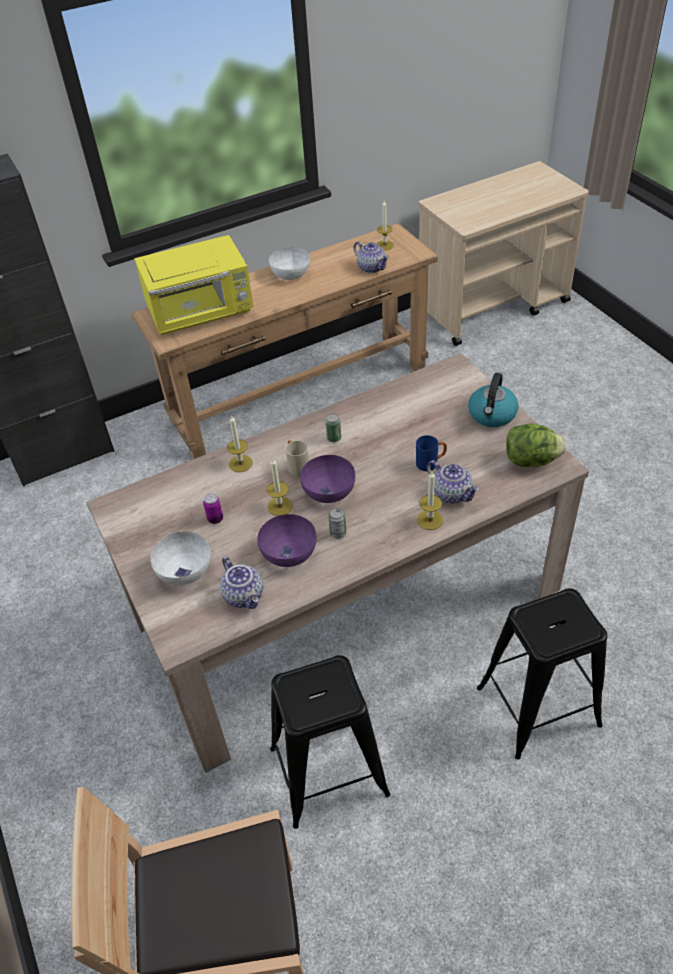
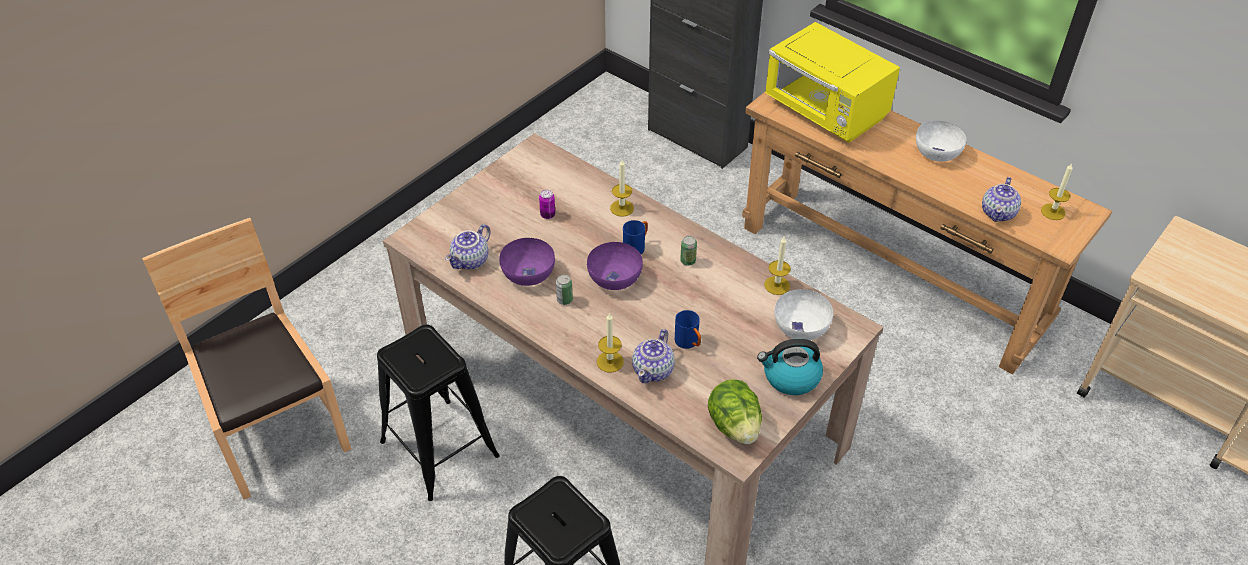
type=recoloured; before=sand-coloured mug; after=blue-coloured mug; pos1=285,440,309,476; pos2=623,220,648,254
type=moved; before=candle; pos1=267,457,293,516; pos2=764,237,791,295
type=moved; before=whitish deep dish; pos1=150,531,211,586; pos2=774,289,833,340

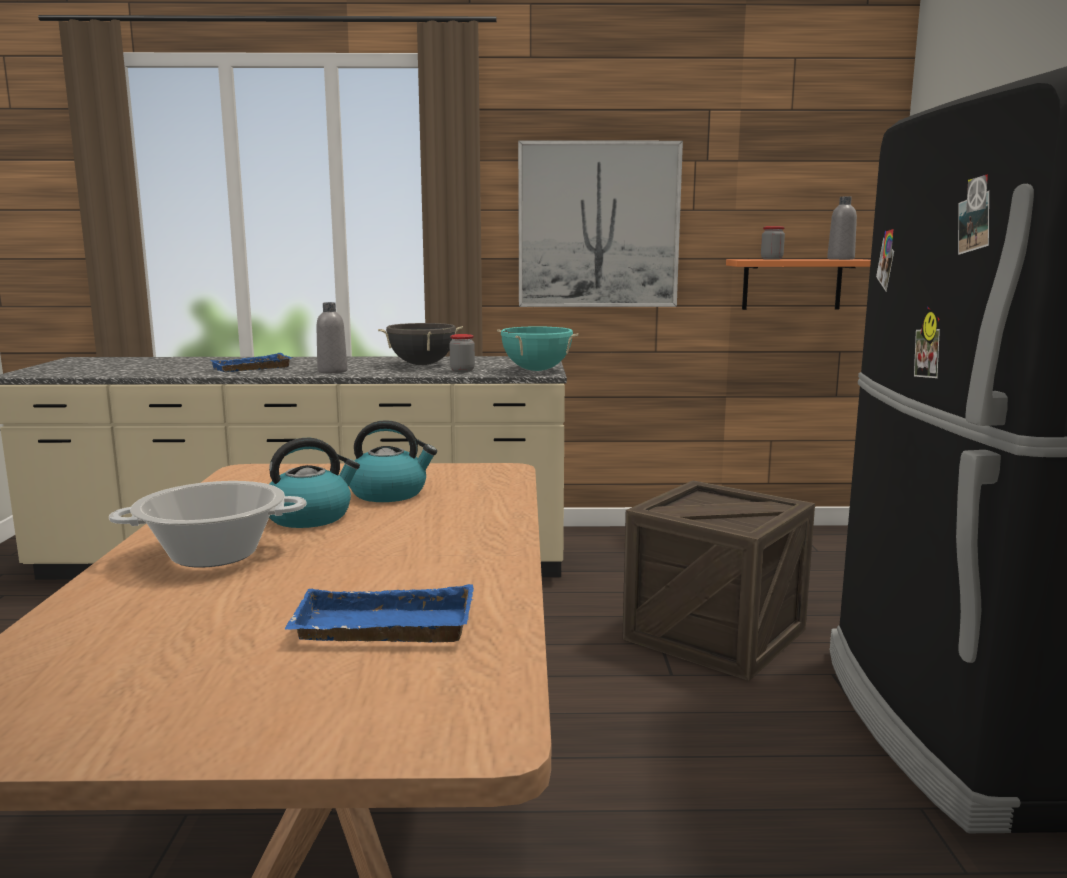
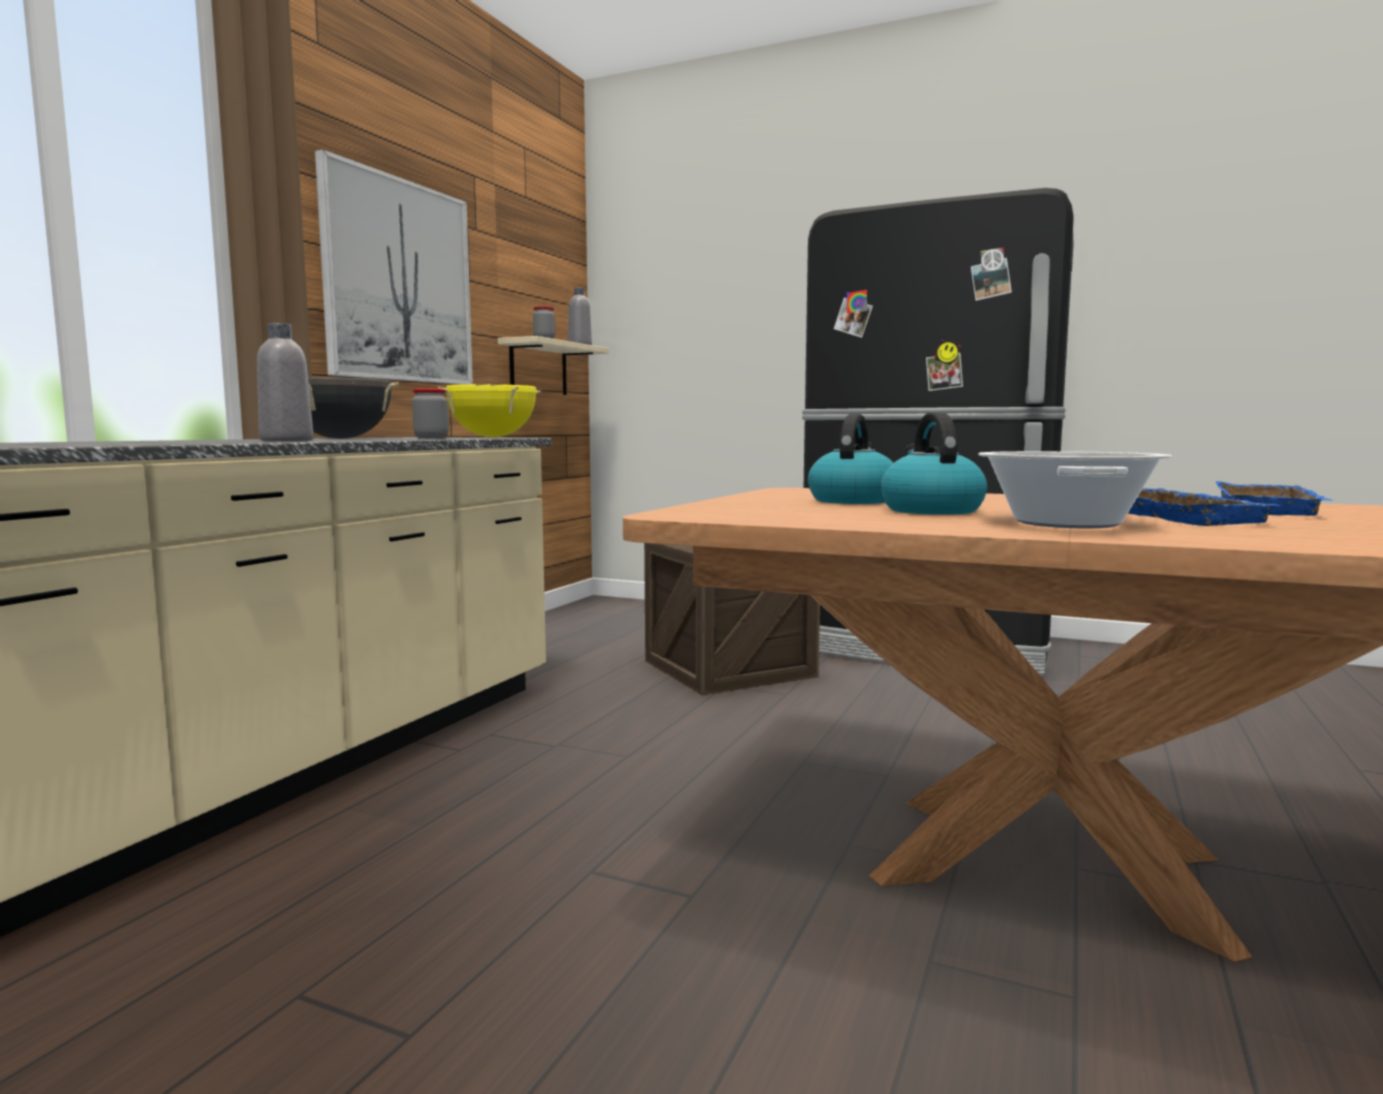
type=recoloured; before=orange-coloured bracket shelf; after=sand-coloured bracket shelf; pos1=726,259,871,310; pos2=498,336,609,395
type=recoloured; before=blue-green saucepot; after=yellowish saucepot; pos1=497,326,578,371; pos2=438,384,541,437
type=moved; before=blue-coloured serving tray; pos1=210,353,293,372; pos2=1128,488,1280,526

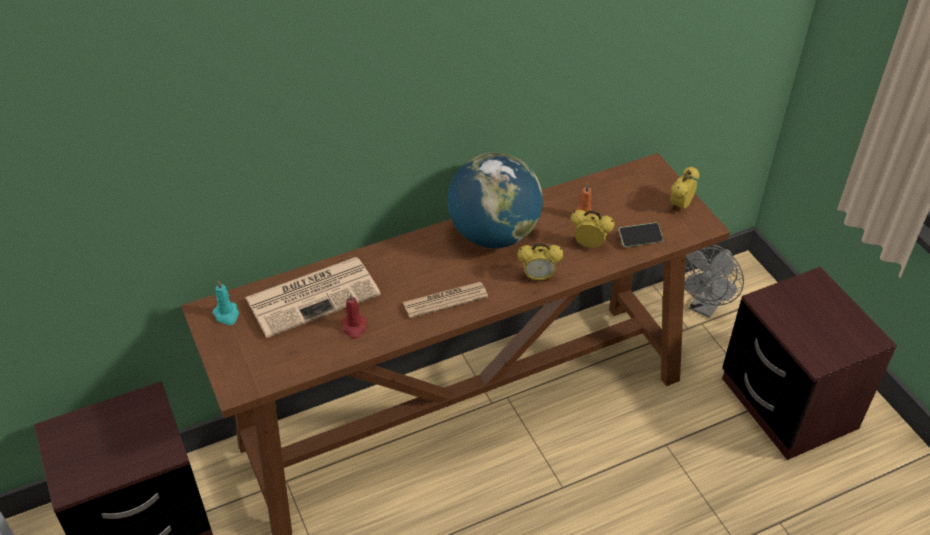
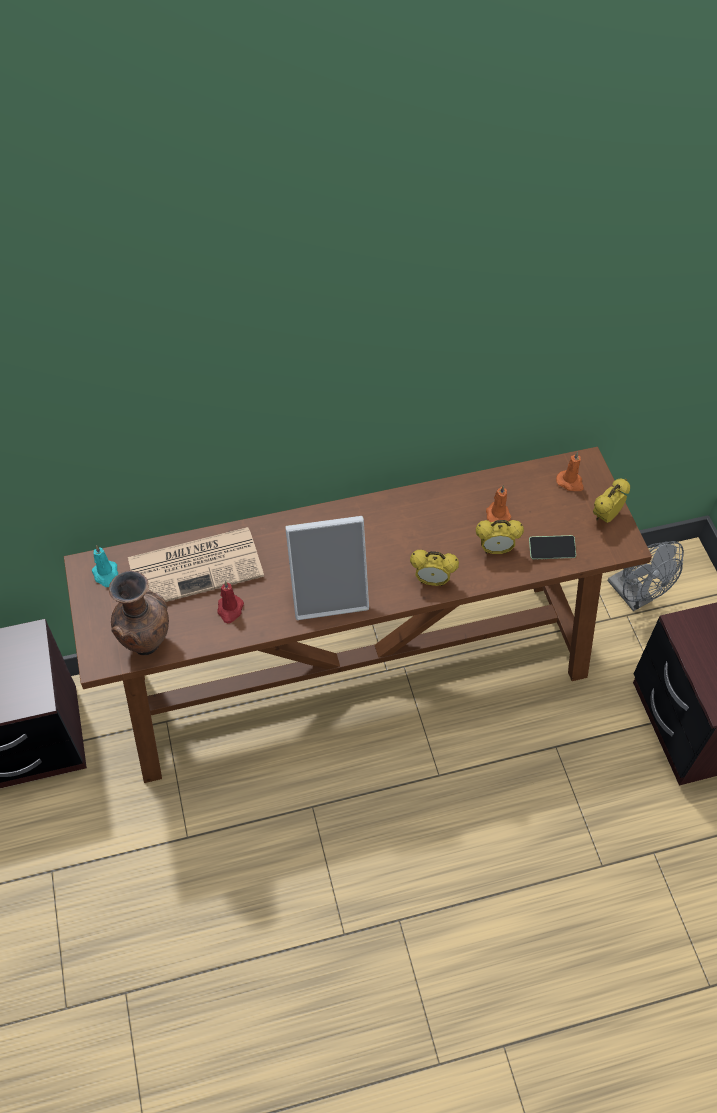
type=removed; before=desk globe; pos1=447,153,543,248
type=turned; before=alarm clock; pos1=571,210,615,248; pos2=476,520,524,554; turn=150
type=turned; before=gray fan; pos1=684,245,744,318; pos2=608,541,684,611; turn=-75
type=replaced; before=printed paper; after=photo frame; pos1=403,282,488,318; pos2=285,516,369,620
type=added; after=orange-coloured candle; pos2=556,452,584,491
type=added; after=brownish decorative vase; pos2=109,571,169,655

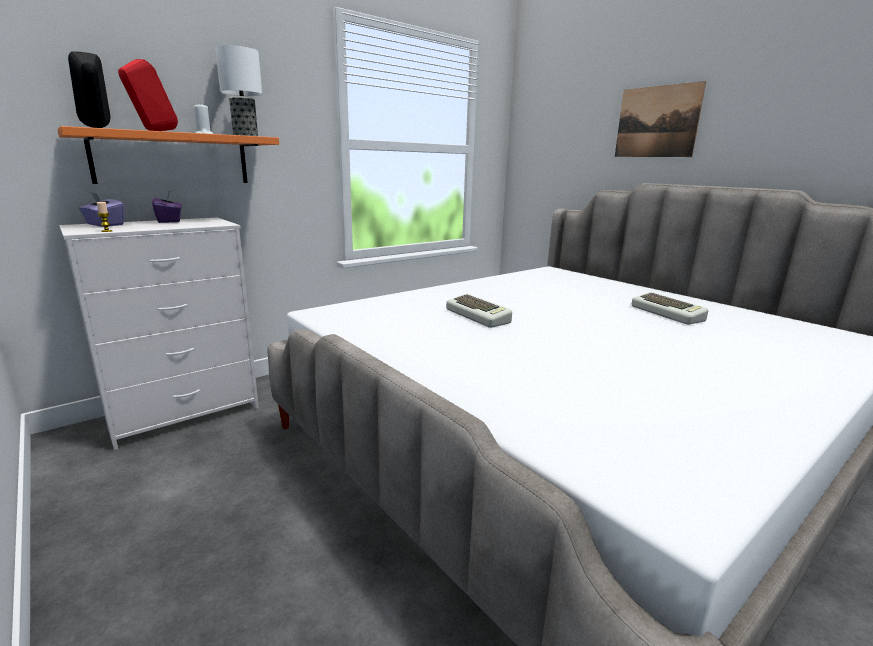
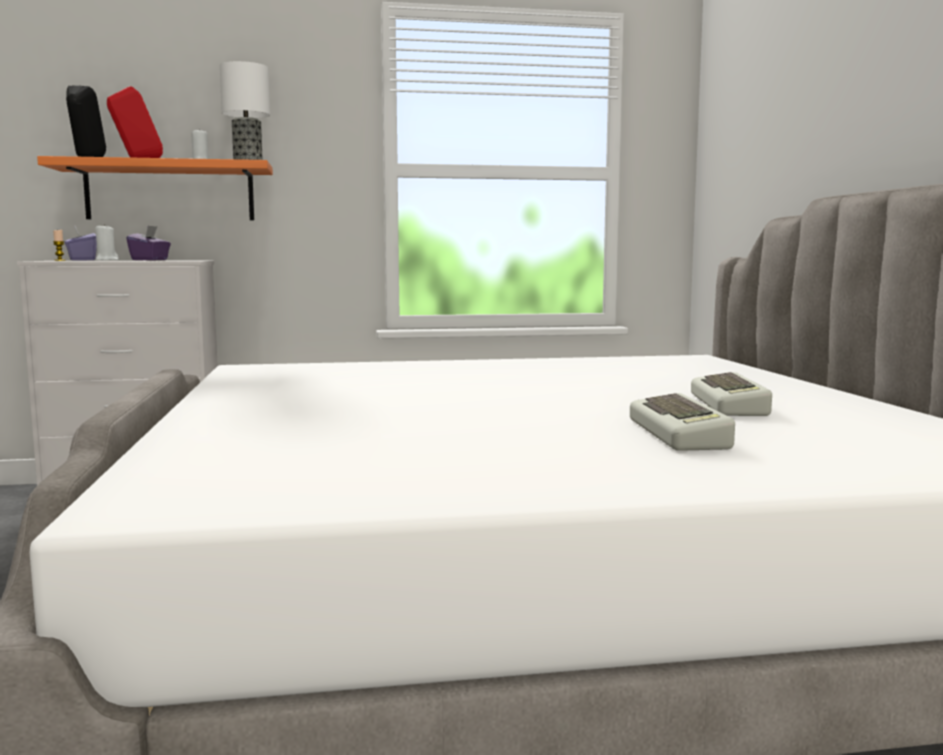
type=removed; before=wall art; pos1=615,81,706,157
type=moved; before=keyboard; pos1=446,294,512,328; pos2=630,393,735,451
type=added; after=whitish candle; pos2=95,224,119,261

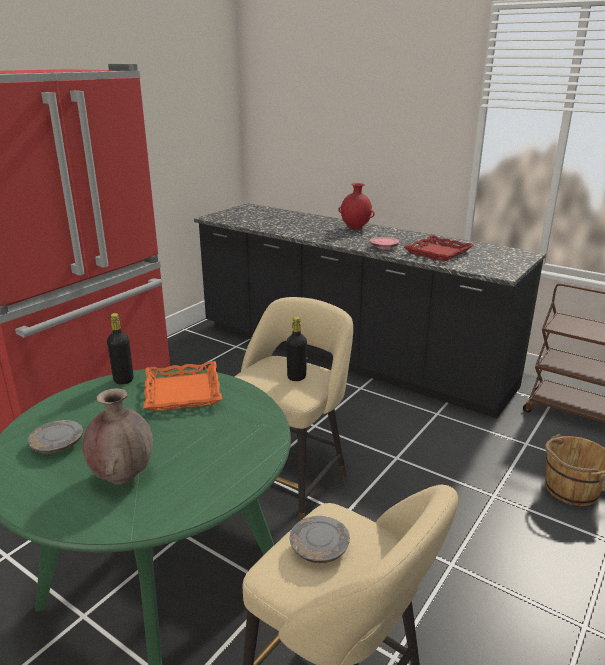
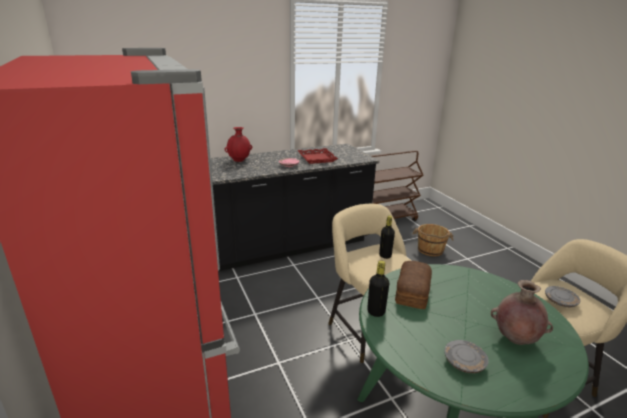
type=replaced; before=orange-coloured serving tray; after=bakery bread; pos1=143,361,222,411; pos2=395,261,432,309

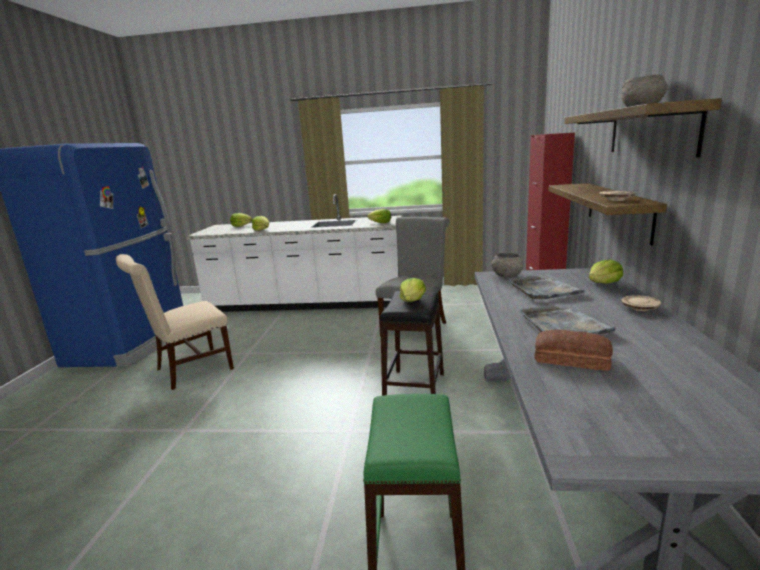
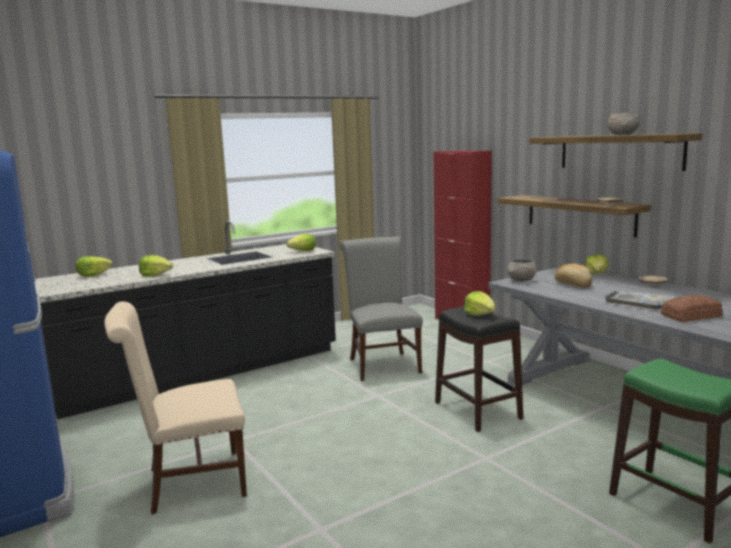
type=recoloured; before=whitish counter; after=black-coloured counter; pos1=186,194,402,312; pos2=34,220,336,419
type=turned; before=sand-coloured upright chair; pos1=116,254,234,390; pos2=104,301,247,515; turn=60
type=replaced; before=gray serving tray; after=bakery bread; pos1=509,276,585,299; pos2=555,264,592,288

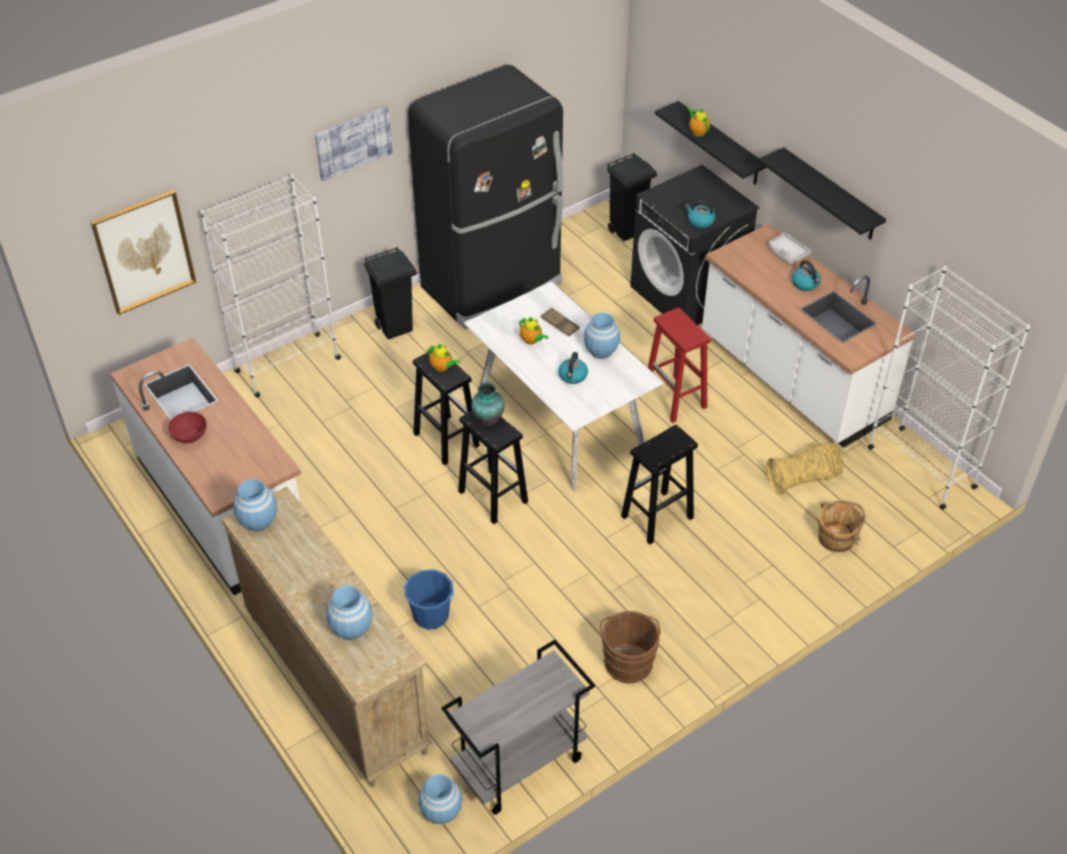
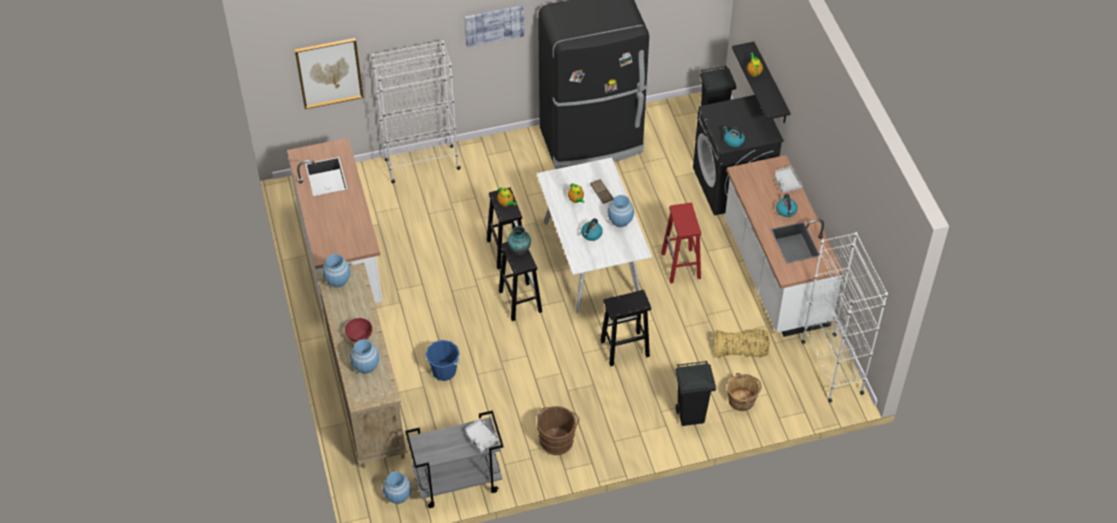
type=removed; before=black-coloured bracket shelf; pos1=759,147,886,240
type=moved; before=black-coloured waste bin; pos1=364,247,417,340; pos2=675,361,716,426
type=moved; before=red-coloured deep dish; pos1=168,412,207,443; pos2=345,318,372,342
type=added; after=gray serving tray; pos2=466,418,499,452

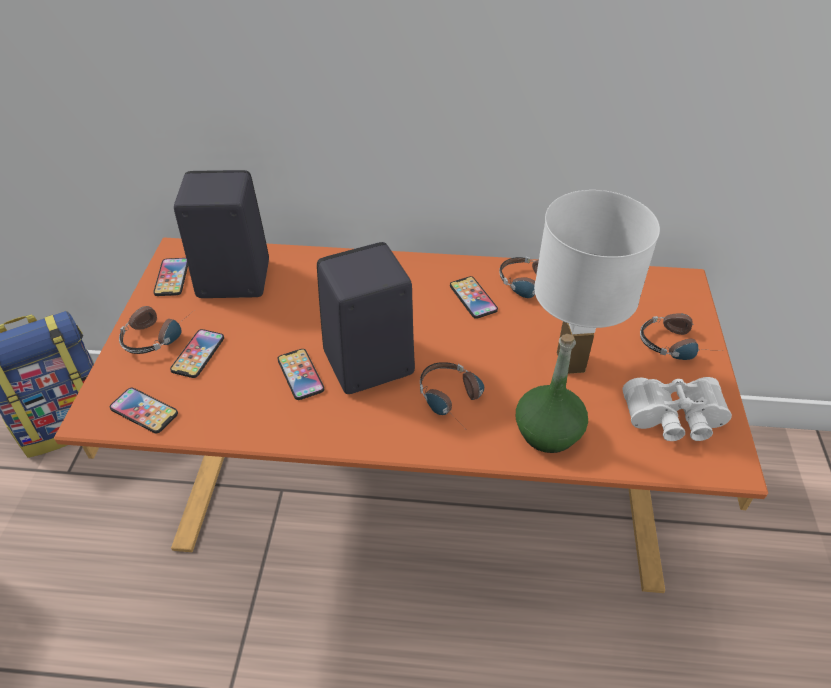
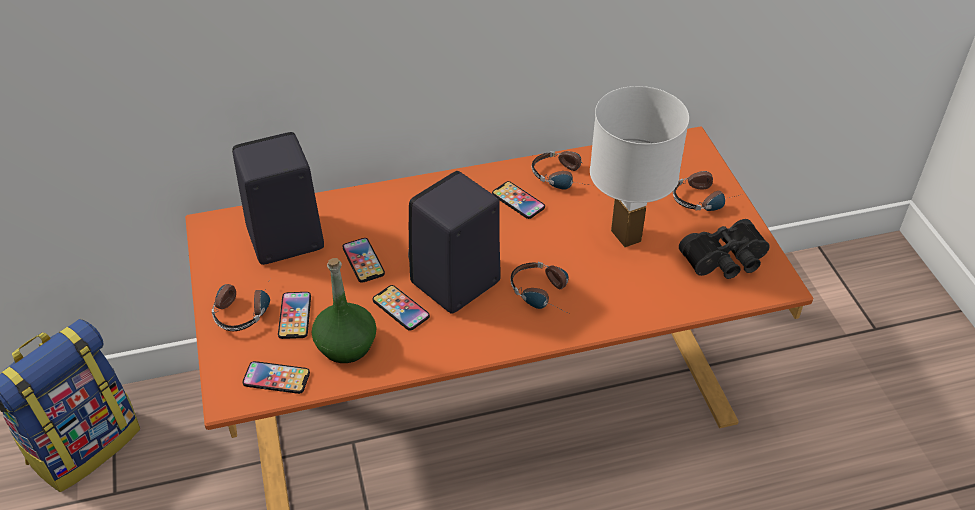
type=moved; before=phone; pos1=153,258,188,296; pos2=342,238,385,283
type=moved; before=greenish beverage bottle; pos1=516,334,588,453; pos2=312,258,377,363
type=recoloured; before=whitish field glasses; after=black-coloured field glasses; pos1=622,377,732,441; pos2=679,219,770,279

